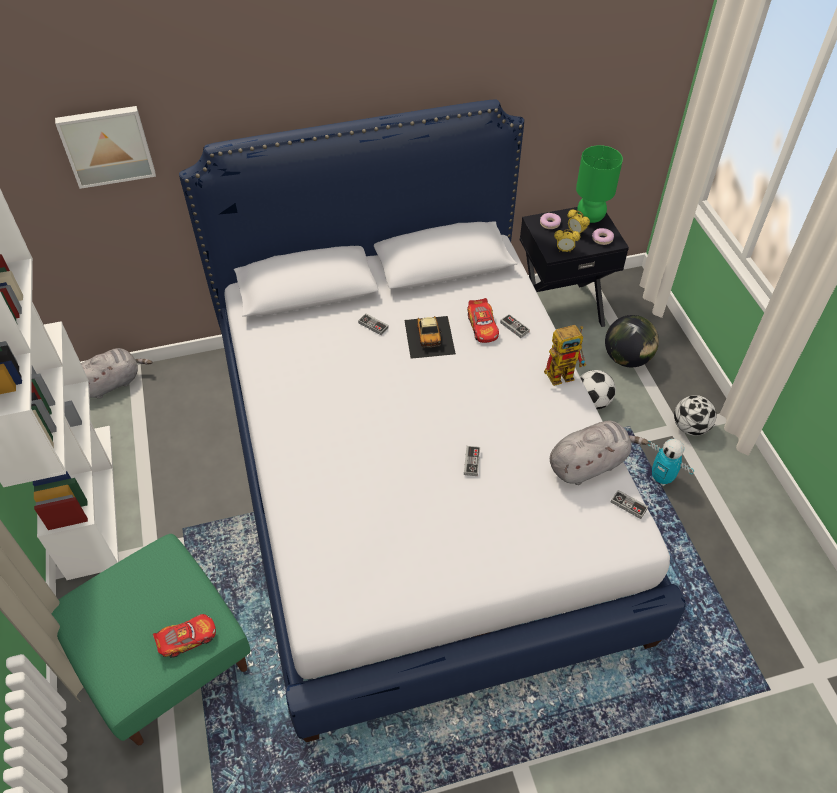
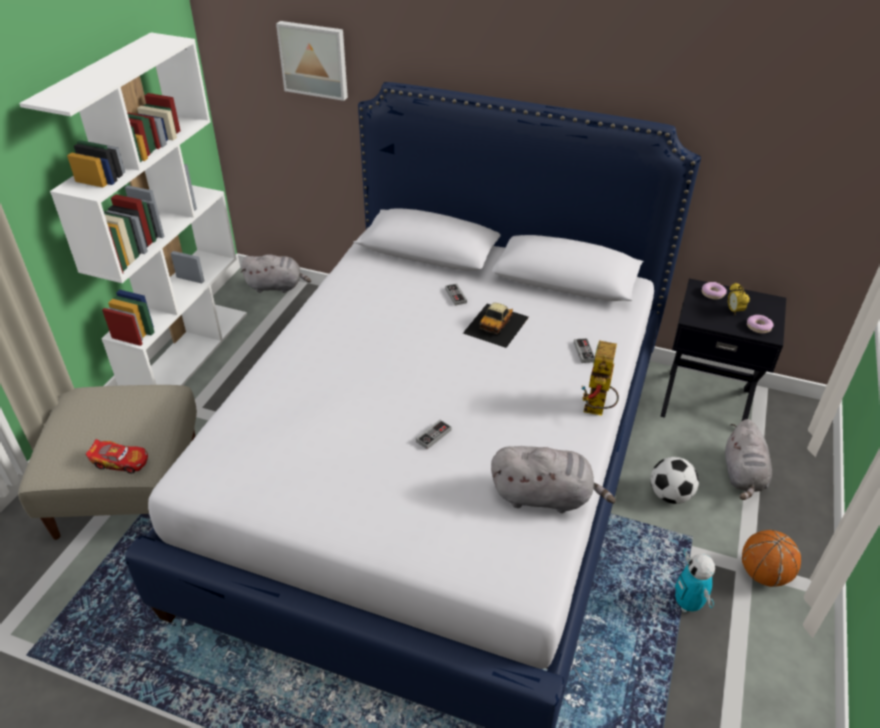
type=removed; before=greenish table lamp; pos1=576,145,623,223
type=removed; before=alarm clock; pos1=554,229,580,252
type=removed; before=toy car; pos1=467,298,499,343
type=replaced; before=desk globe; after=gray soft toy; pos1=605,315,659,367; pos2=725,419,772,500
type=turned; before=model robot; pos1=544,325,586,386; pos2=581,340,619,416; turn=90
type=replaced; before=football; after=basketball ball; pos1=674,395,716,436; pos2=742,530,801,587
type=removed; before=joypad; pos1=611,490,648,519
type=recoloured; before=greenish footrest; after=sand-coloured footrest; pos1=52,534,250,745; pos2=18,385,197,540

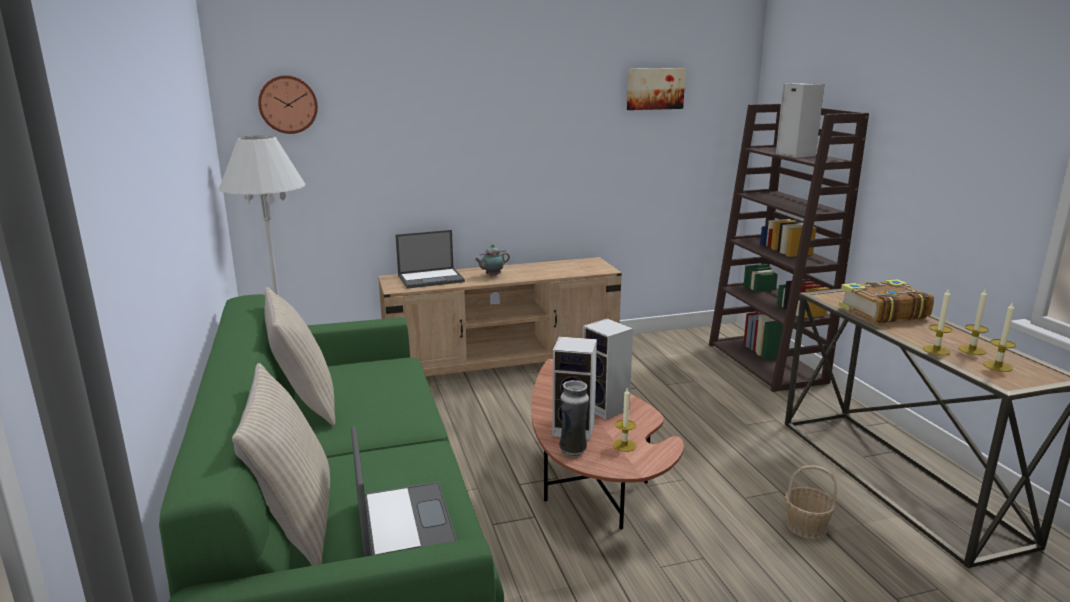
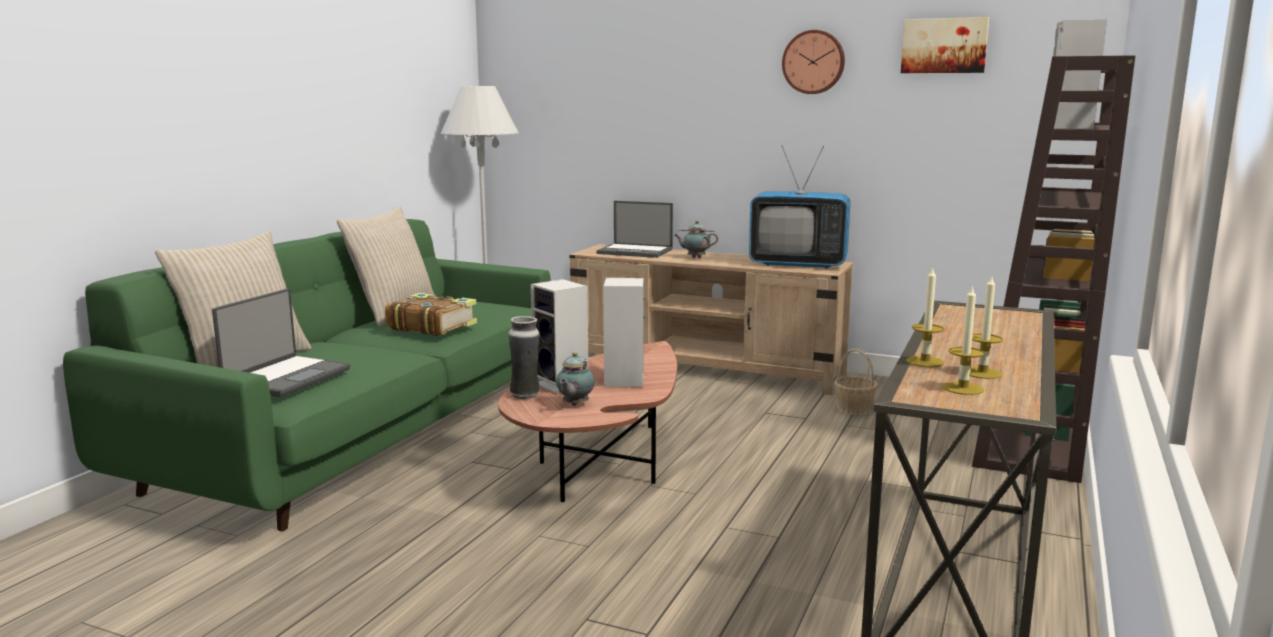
type=moved; before=hanging clock; pos1=258,75,318,134; pos2=782,30,845,94
type=moved; before=bound book; pos1=839,279,934,323; pos2=385,293,477,336
type=replaced; before=candle; after=teapot; pos1=613,388,637,452; pos2=556,352,595,406
type=moved; before=household basket; pos1=785,465,837,539; pos2=834,349,878,415
type=added; after=TV set; pos2=749,145,851,268

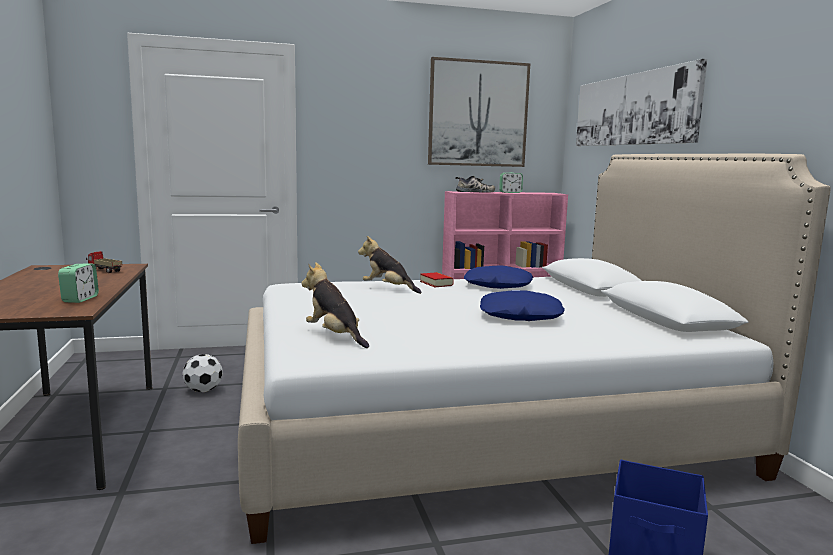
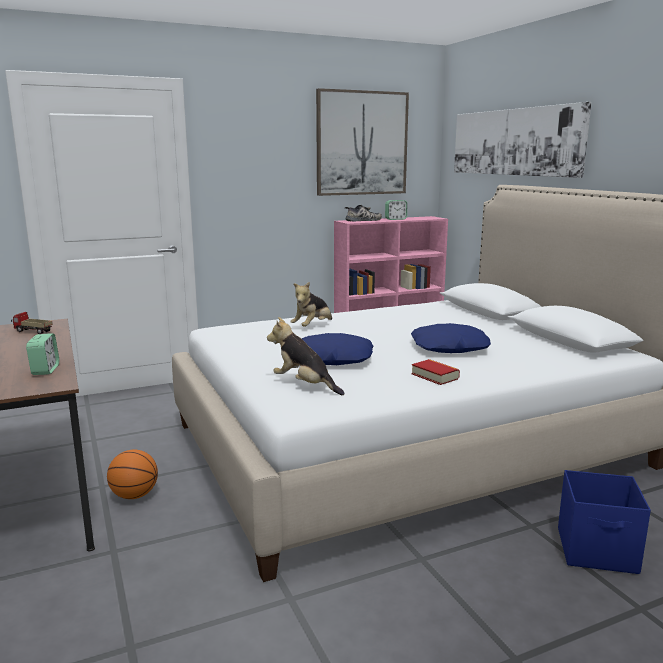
type=turned; before=soft toy; pos1=358,236,422,294; pos2=290,282,332,327; turn=-75
type=moved; before=blue-coloured throw pillow; pos1=464,265,533,289; pos2=302,333,373,365
type=moved; before=bound book; pos1=420,272,454,287; pos2=411,359,460,385
type=removed; before=football; pos1=183,354,223,392
type=added; after=basketball ball; pos2=107,449,158,499

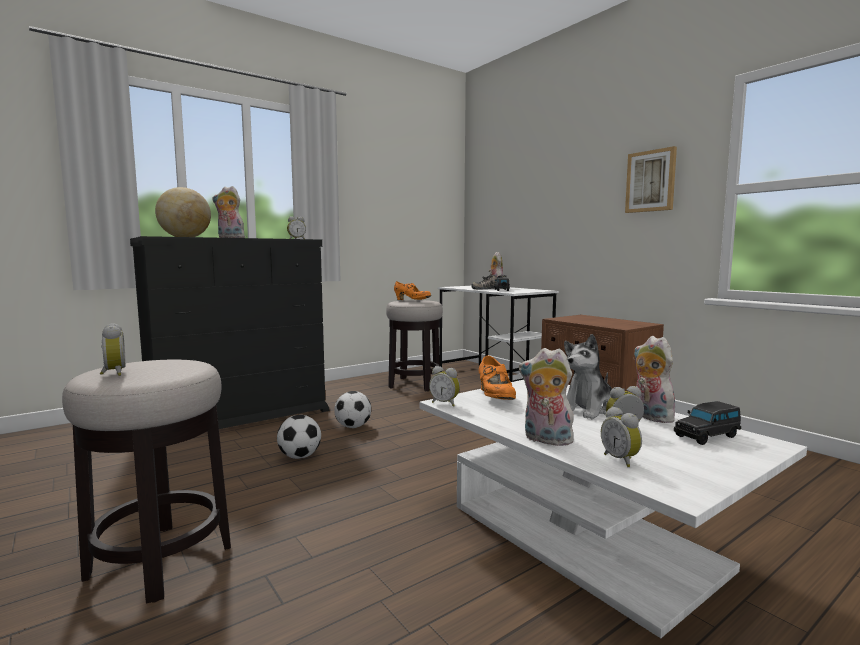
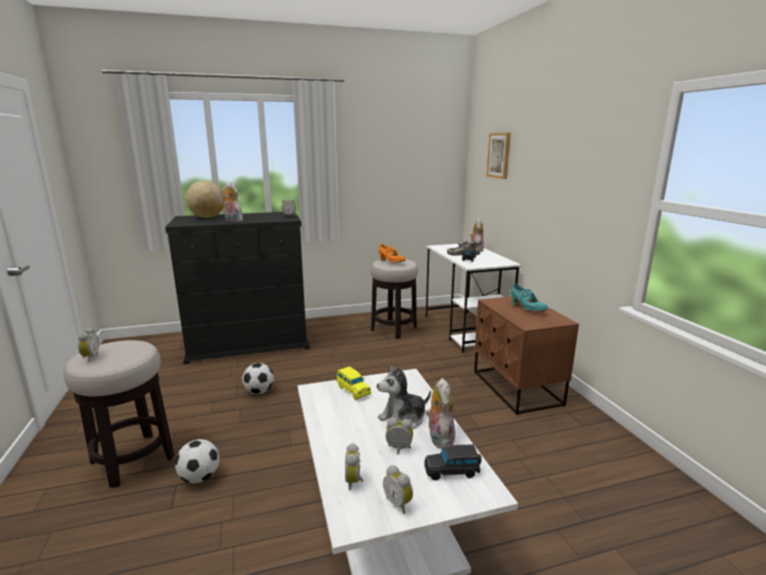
type=moved; before=wall art; pos1=625,146,677,213; pos2=486,133,511,179
type=removed; before=soft toy; pos1=519,348,575,447
type=replaced; before=orange-coloured shoe; after=yellowish toy car; pos1=479,356,516,400; pos2=336,366,371,400
type=moved; before=alarm clock; pos1=429,366,460,407; pos2=383,465,413,514
type=moved; before=football; pos1=334,391,371,428; pos2=175,439,219,483
type=added; after=blue-green shoe; pos2=510,284,548,311

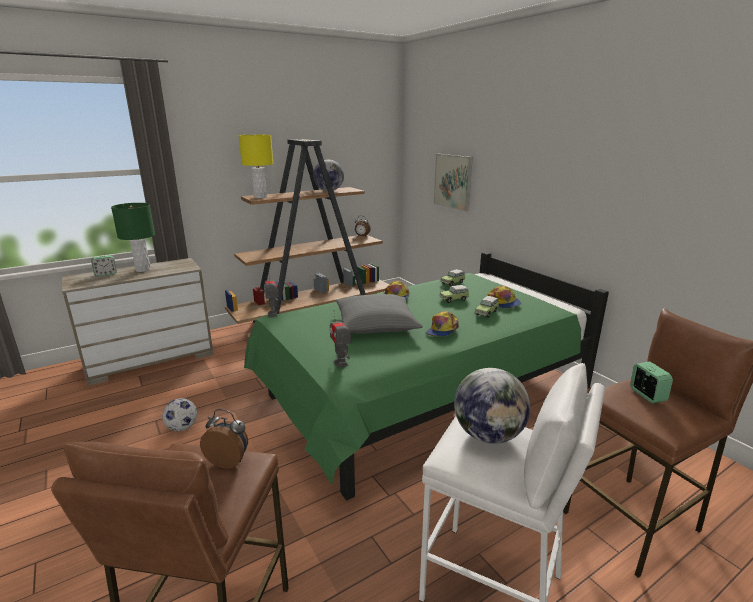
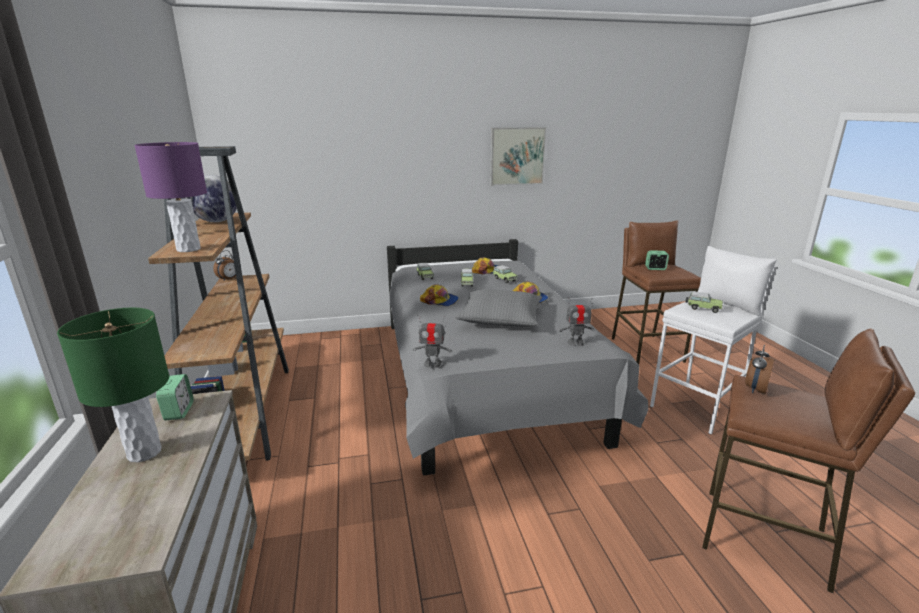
type=recoloured; before=yellowish table lamp; after=purple-coloured table lamp; pos1=239,135,273,198; pos2=134,142,207,252
type=moved; before=wall art; pos1=434,154,473,212; pos2=490,127,546,186
type=recoloured; before=greenish bed; after=gray bed; pos1=244,252,609,501; pos2=387,239,648,476
type=moved; before=alarm clock; pos1=91,255,117,277; pos2=156,374,193,421
type=replaced; before=desk globe; after=toy car; pos1=454,368,530,444; pos2=685,291,723,313
type=removed; before=football; pos1=162,398,197,431

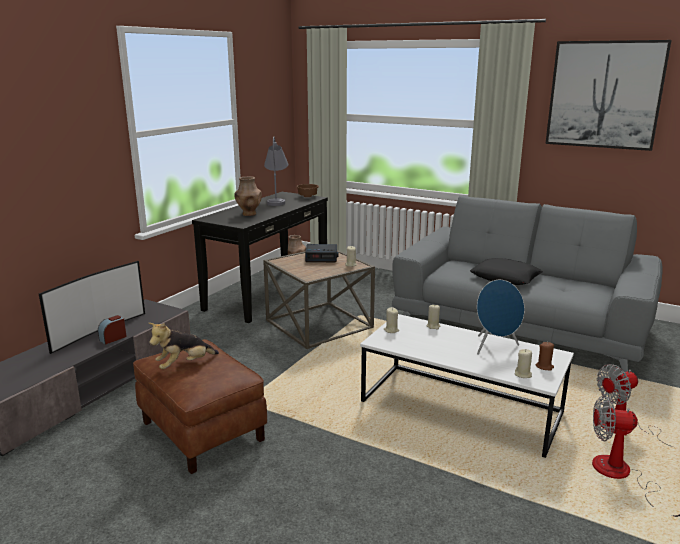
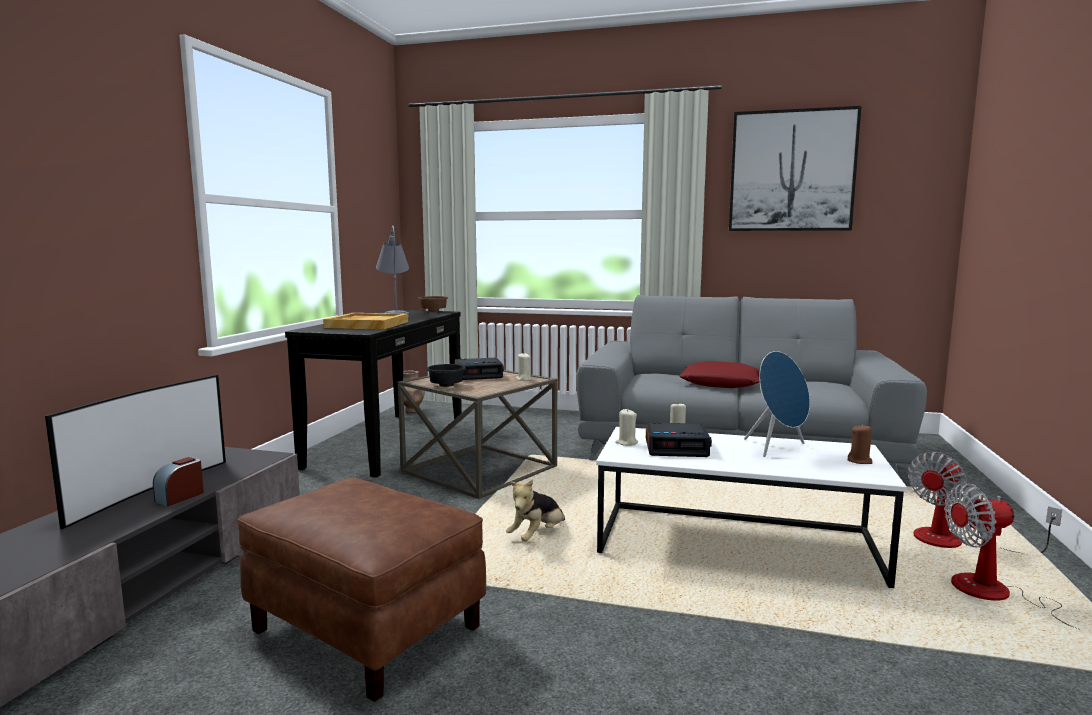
type=replaced; before=brownish decorative vase; after=sand-coloured serving tray; pos1=234,176,262,216; pos2=323,313,408,330
type=recoloured; before=black-coloured throw pillow; after=red-coloured throw pillow; pos1=470,258,543,285; pos2=679,361,760,388
type=moved; before=soft toy; pos1=149,323,219,369; pos2=506,479,565,541
type=removed; before=sand-coloured candle; pos1=514,349,532,378
type=added; after=black-coloured deep dish; pos2=426,364,466,387
type=added; after=alarm clock; pos2=646,422,712,457

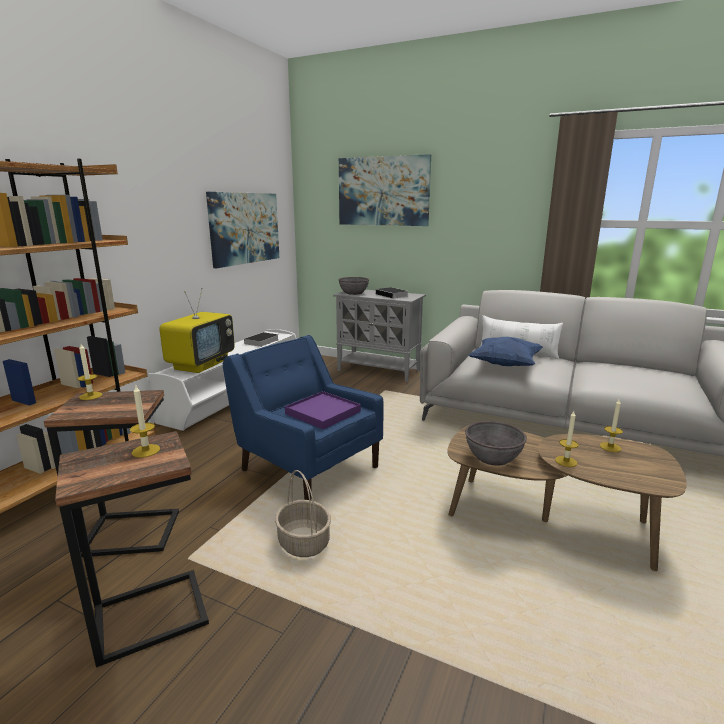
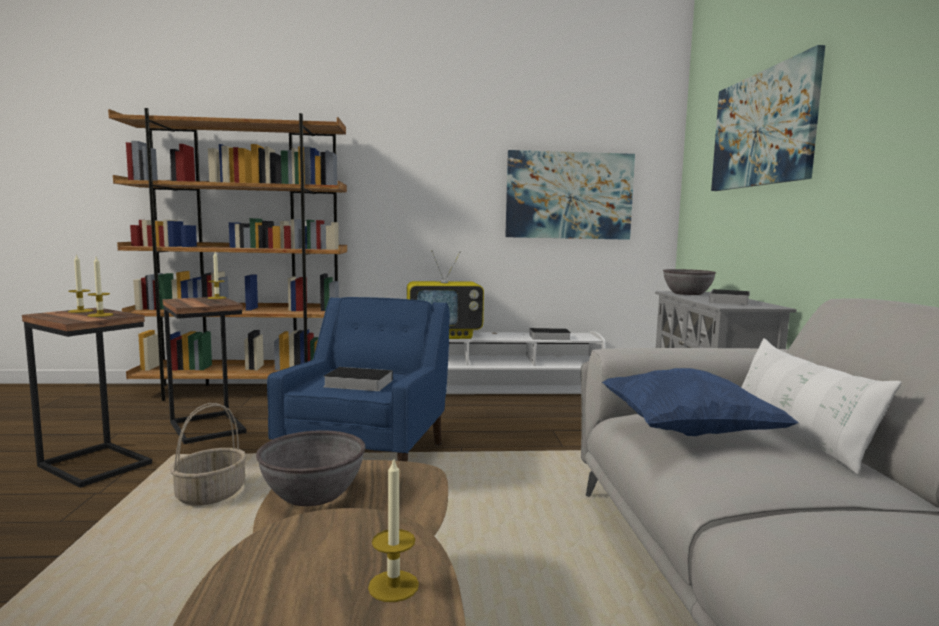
type=replaced; before=purple-coloured serving tray; after=bound book; pos1=285,391,361,430; pos2=323,367,393,391
type=moved; before=candle; pos1=555,411,579,467; pos2=68,254,94,313

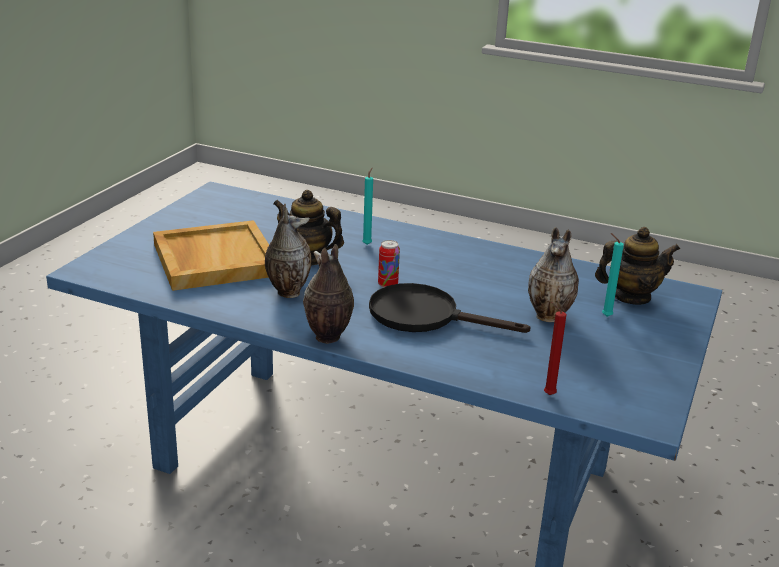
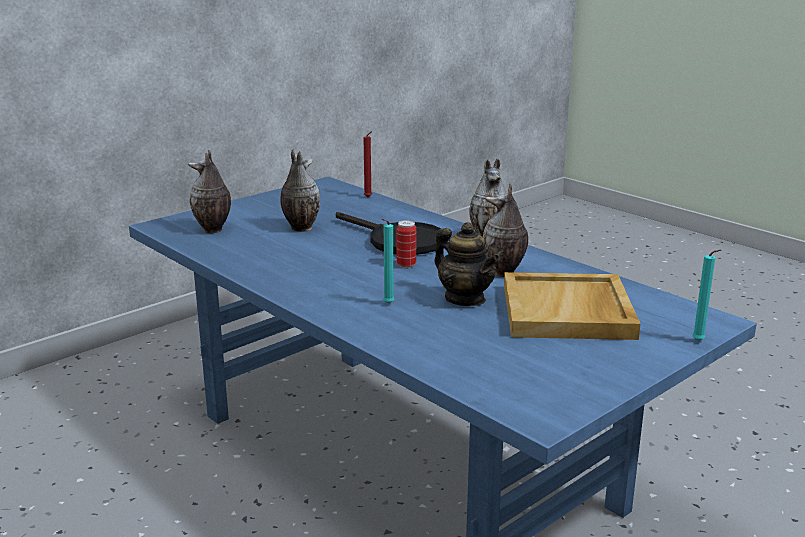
type=replaced; before=teapot; after=decorative vase; pos1=595,227,680,305; pos2=188,150,231,233
type=moved; before=blue-green candle; pos1=602,233,624,317; pos2=692,250,721,341

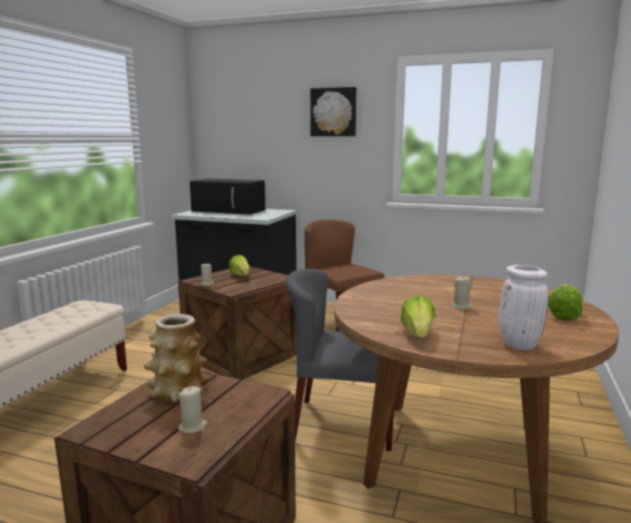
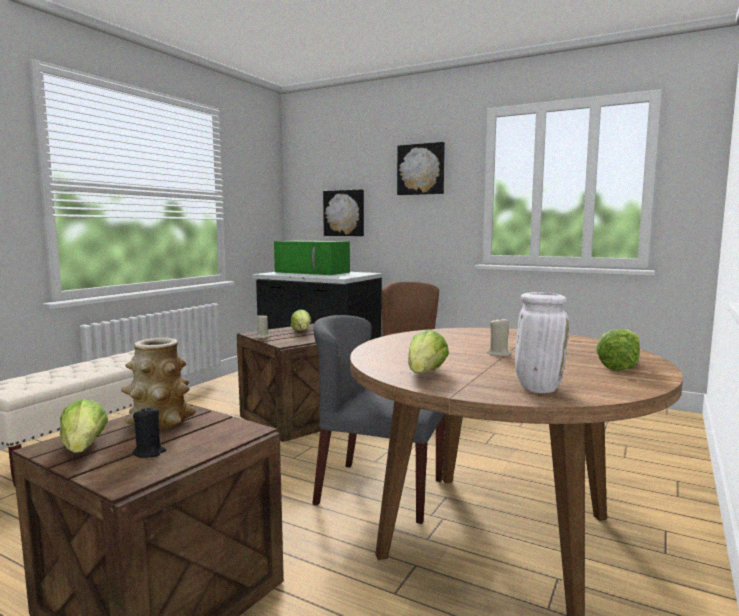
type=recoloured; before=black-coloured microwave; after=greenish microwave; pos1=190,179,265,215; pos2=274,241,350,275
type=recoloured; before=sand-coloured candle; after=black-coloured candle; pos1=178,386,207,433; pos2=133,406,166,458
type=added; after=wall art; pos2=323,189,364,236
type=added; after=lettuce head; pos2=60,399,108,453

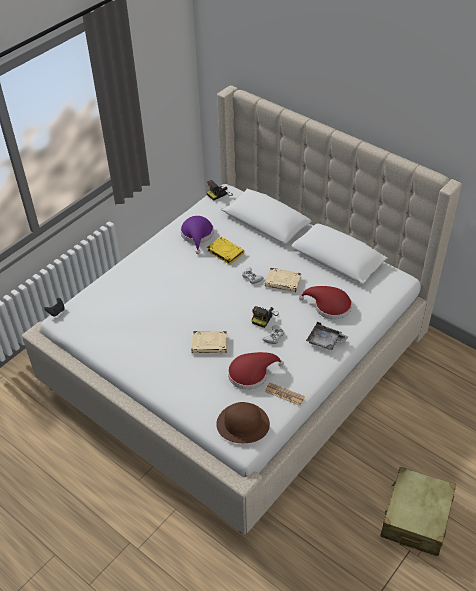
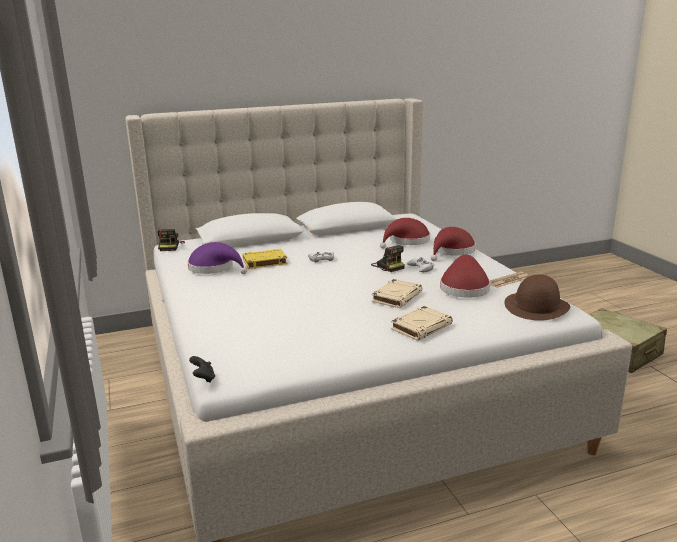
type=moved; before=sand-coloured bound book; pos1=265,268,302,292; pos2=391,306,453,341
type=replaced; before=gray serving tray; after=red-coloured hat; pos1=306,322,348,350; pos2=431,227,476,261

